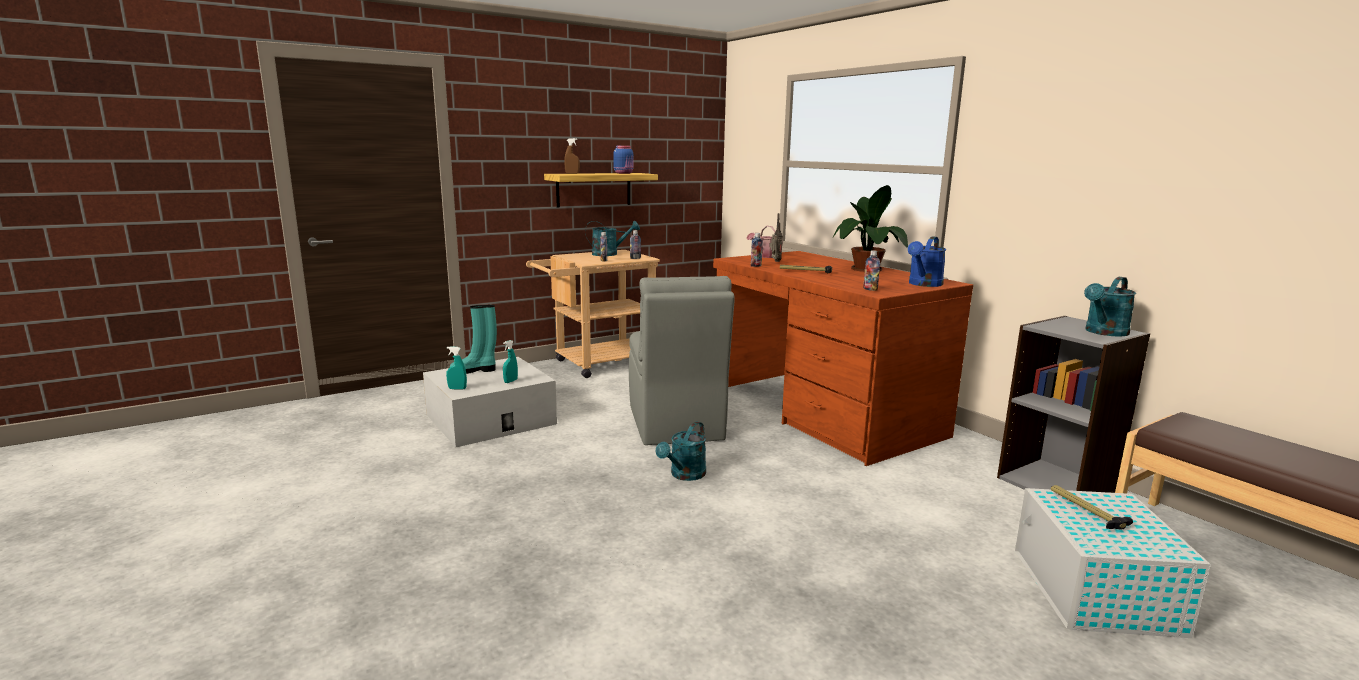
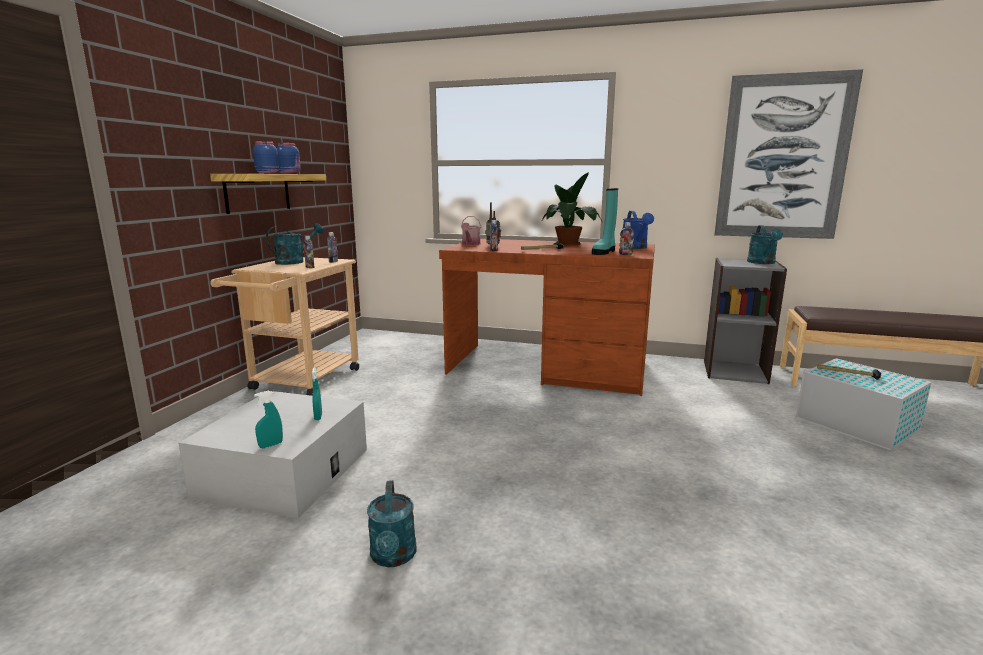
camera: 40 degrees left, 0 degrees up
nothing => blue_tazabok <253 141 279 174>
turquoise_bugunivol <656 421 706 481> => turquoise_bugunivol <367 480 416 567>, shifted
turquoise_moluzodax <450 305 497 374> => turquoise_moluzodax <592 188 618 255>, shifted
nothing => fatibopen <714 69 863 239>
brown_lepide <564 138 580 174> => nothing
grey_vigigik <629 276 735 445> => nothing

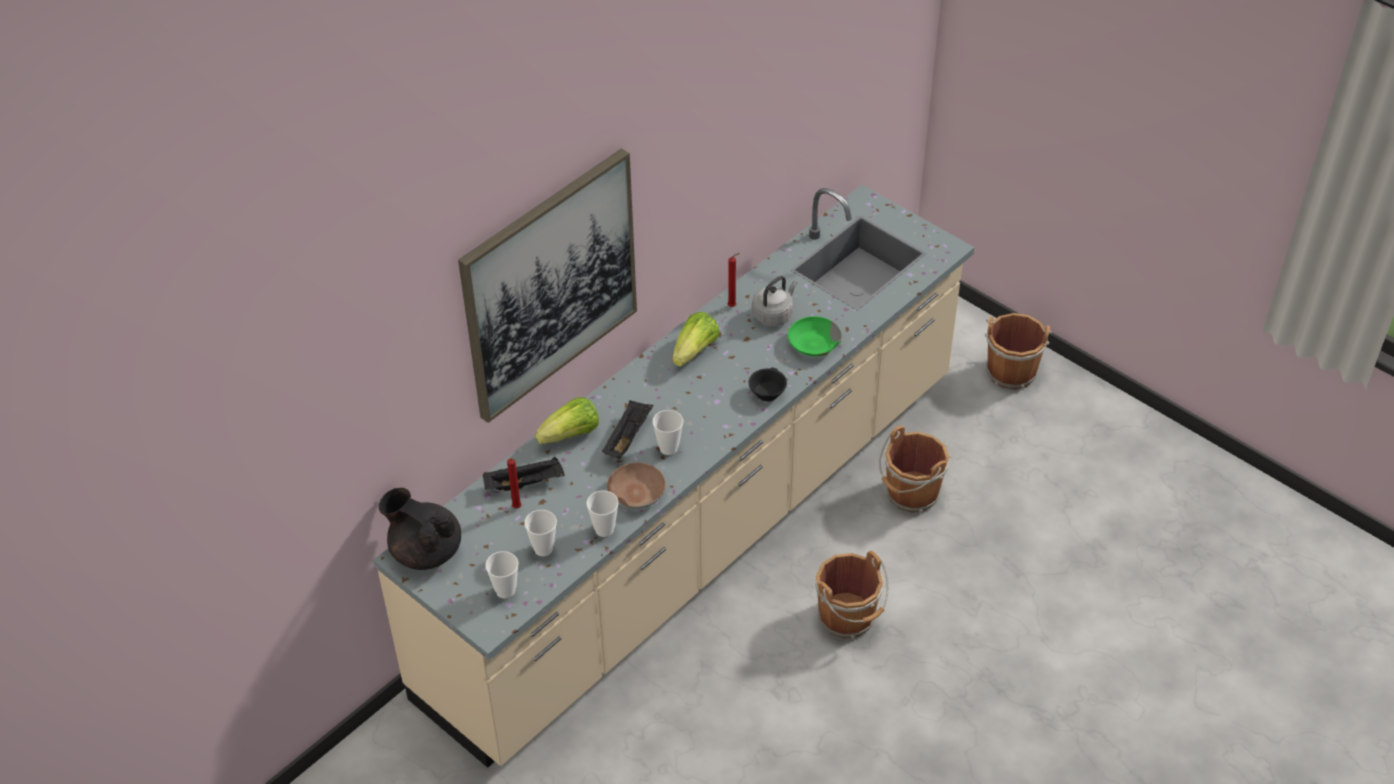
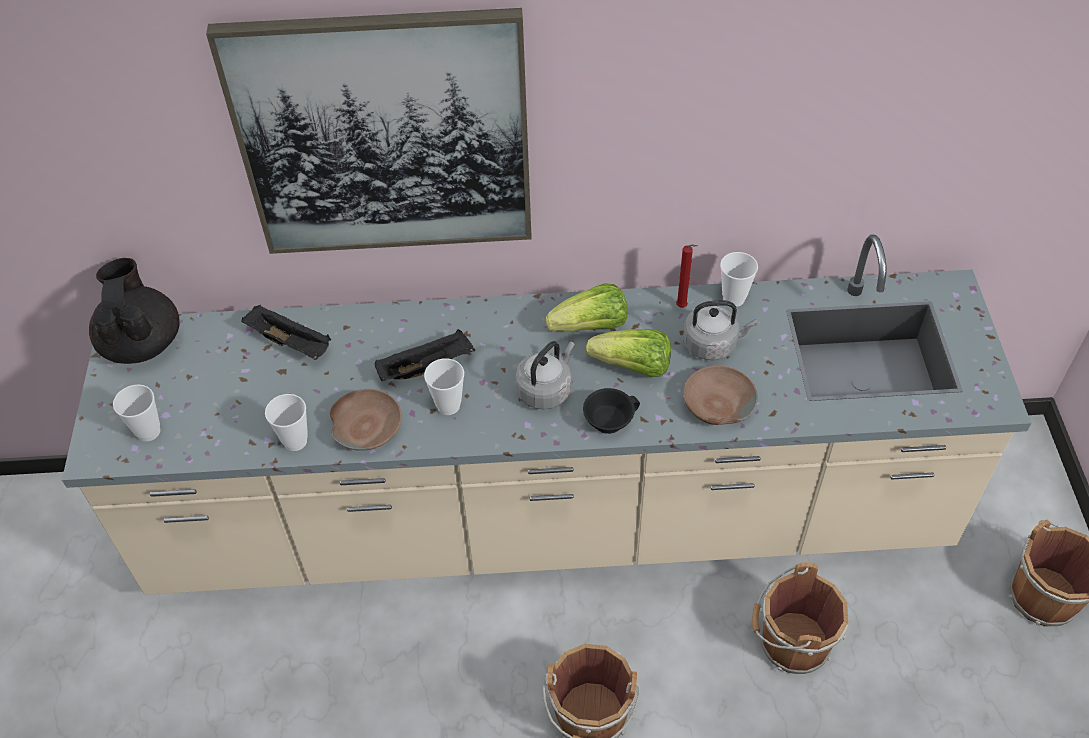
camera: 45 degrees right, 5 degrees up
nothing => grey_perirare <515 341 575 410>
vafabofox <535 397 599 444> => vafabofox <586 329 671 377>, shifted
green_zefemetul <788 316 842 357> => brown_zefemetul <683 366 758 425>
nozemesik <524 510 557 556> => nozemesik <720 252 758 307>, shifted
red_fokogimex <507 458 522 509> => nothing

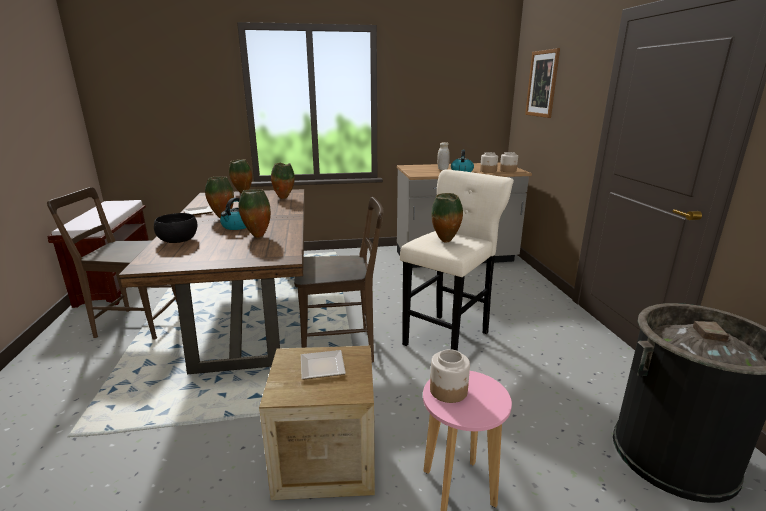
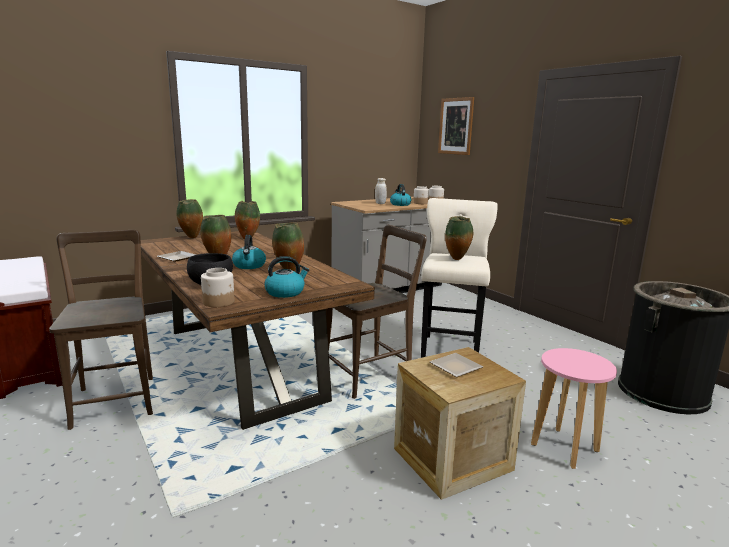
camera: 25 degrees left, 5 degrees down
brown_vigigik <47 187 177 340> => brown_vigigik <49 230 153 430>, 90 degrees clockwise
tazabok <430 349 470 403> => tazabok <201 268 234 307>, shifted
nothing => perirare <265 256 309 298>

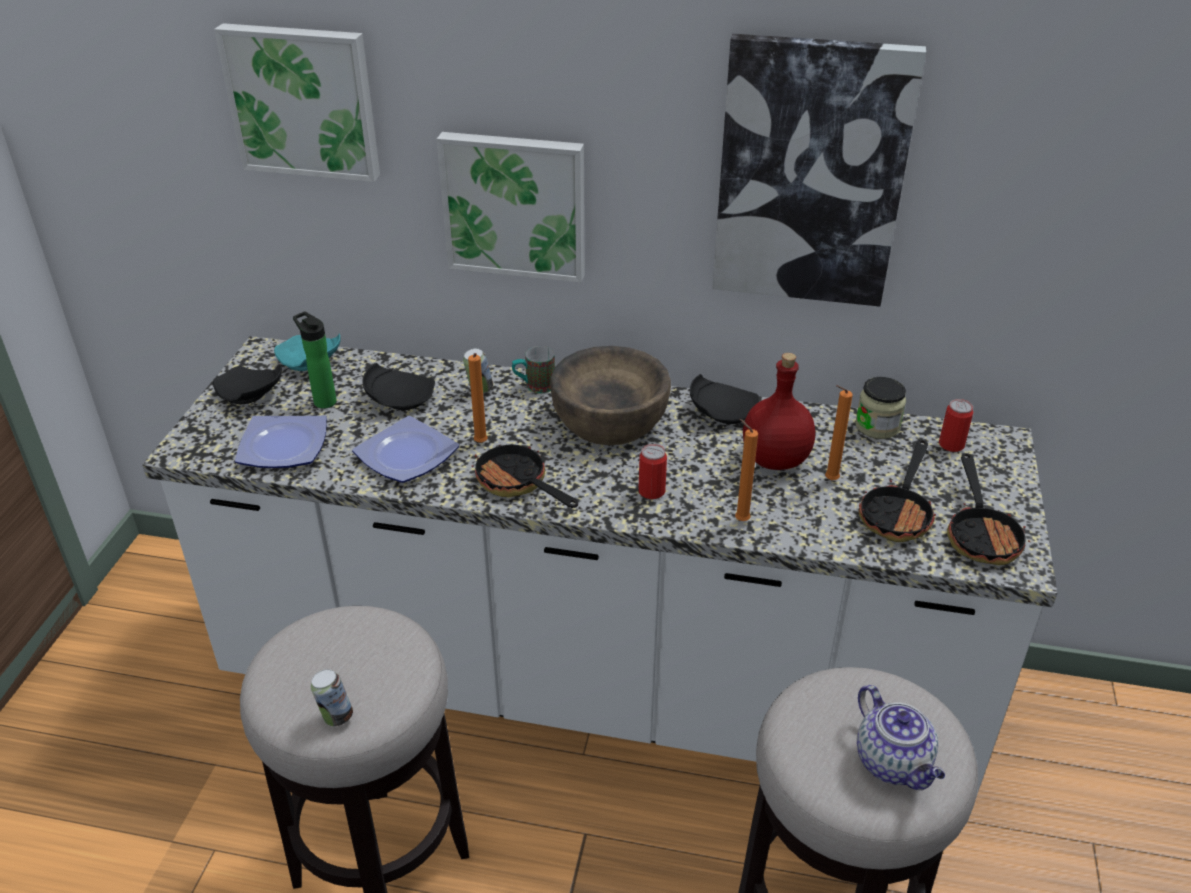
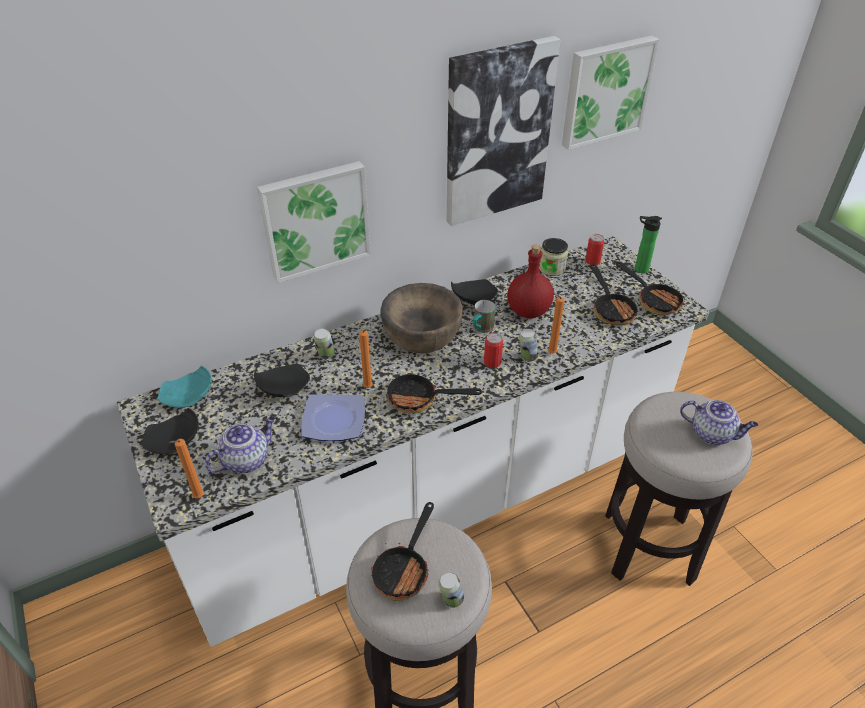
camera: 40 degrees left, 5 degrees up
orange_fokogimex <825 385 853 480> => orange_fokogimex <169 439 204 499>, shifted
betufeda <235 415 327 468> => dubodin <205 416 275 474>
nothing => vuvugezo <371 502 434 601>
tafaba <512 346 555 394> => tafaba <473 300 495 333>, shifted
nothing => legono <519 329 538 362>
fatibopen <214 23 380 182> => fatibopen <562 36 659 150>, shifted
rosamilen <293 311 337 409> => rosamilen <635 216 662 274>, shifted

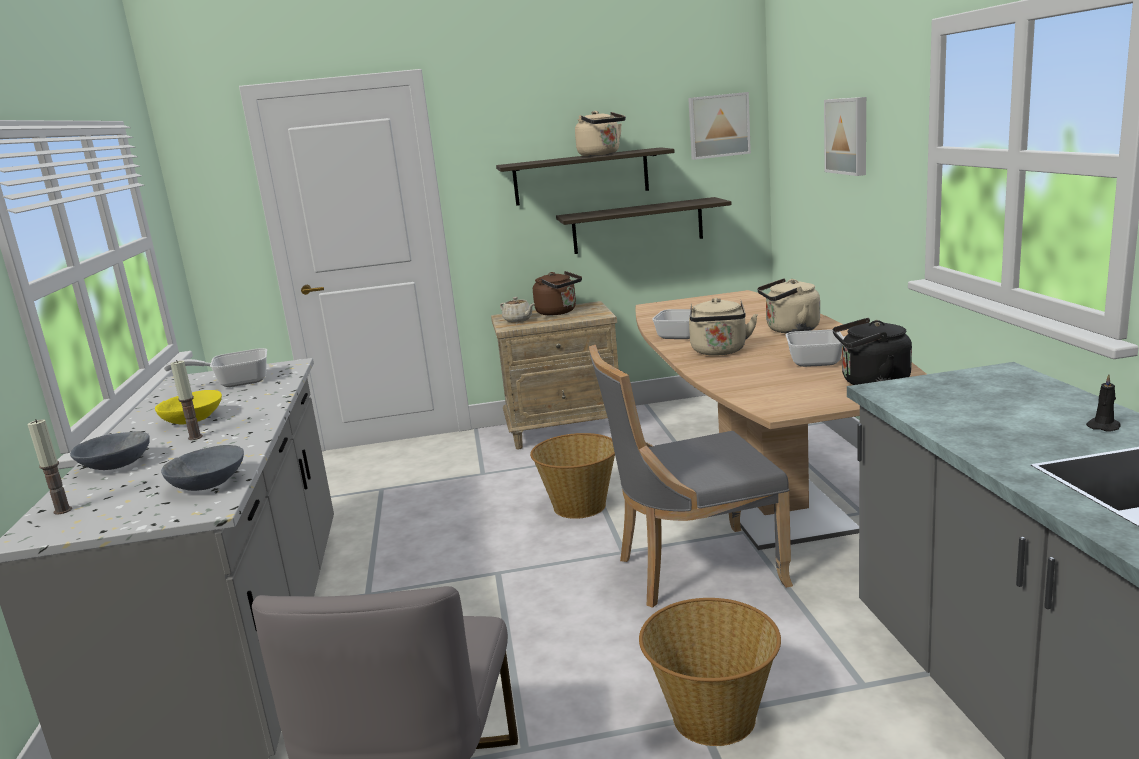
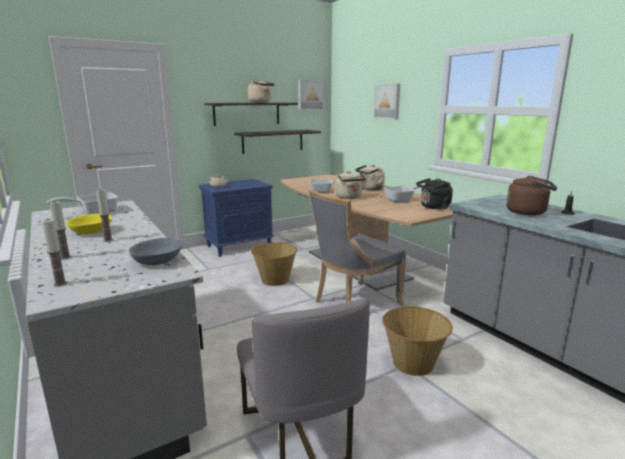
camera: 25 degrees left, 0 degrees up
grey_zefemetul <70 431 150 470> => fokogimex <50 201 71 260>
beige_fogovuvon <491 301 619 449> => blue_fogovuvon <199 179 274 256>
brown_perirare <533 271 582 315> => brown_perirare <506 176 557 215>, shifted

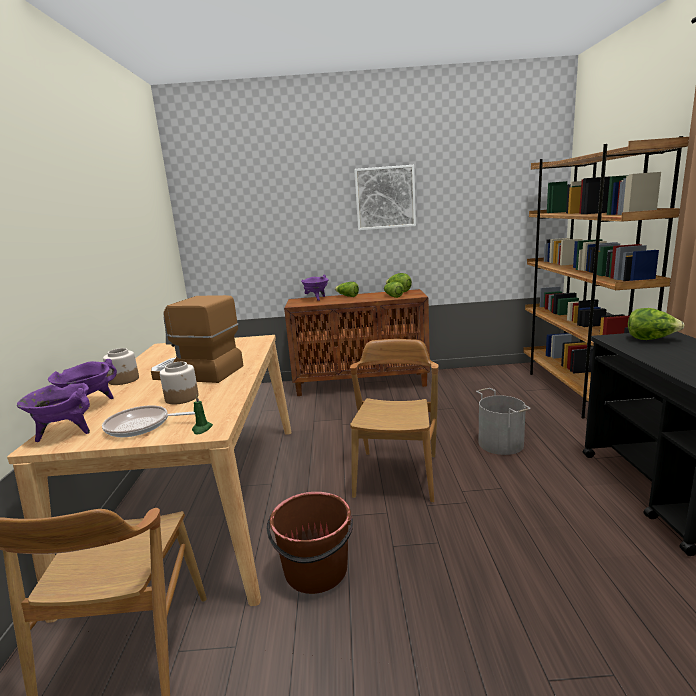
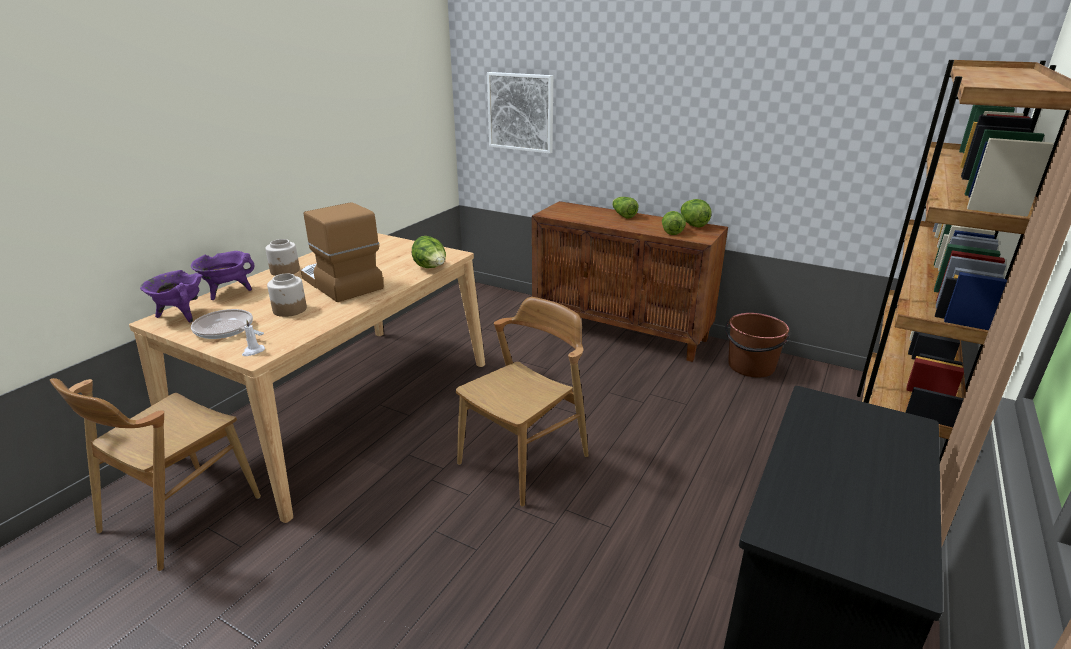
camera: 30 degrees right, 10 degrees up
green_fokogimex <192 395 213 434> => white_fokogimex <242 320 265 356>
vafabofox <628 308 685 340> => vafabofox <412 236 446 268>, shifted
fatibopen <354 165 416 230> => fatibopen <487 72 553 154>, shifted
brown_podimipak <267 492 353 594> => brown_podimipak <726 313 789 377>, shifted
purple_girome <301 275 329 301> => nothing
grey_podimipak <476 388 531 455> => nothing

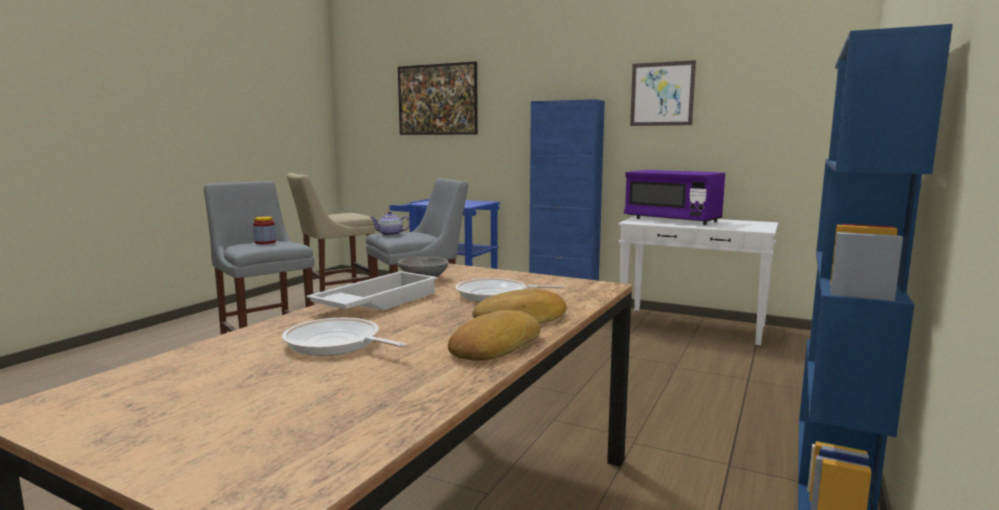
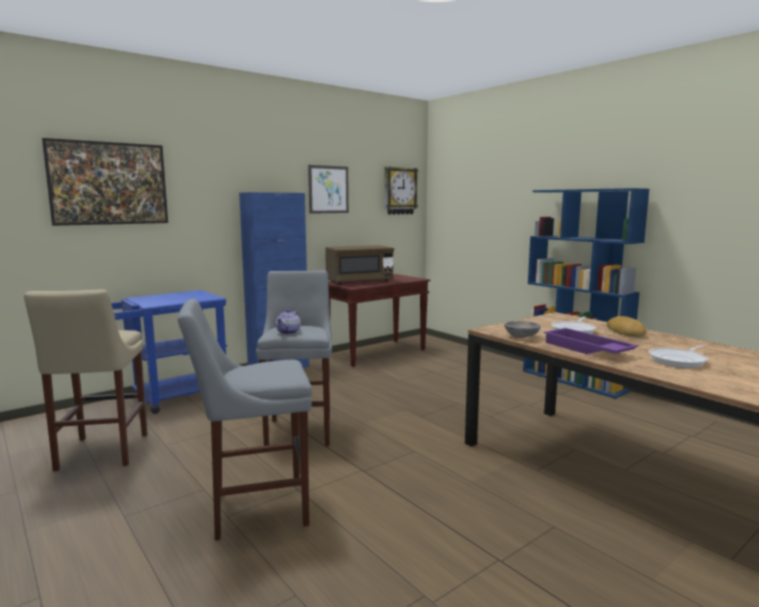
camera: 65 degrees left, 0 degrees up
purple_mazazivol <624 170 725 225> => brown_mazazivol <325 245 394 285>
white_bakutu <618 215 778 346> => brown_bakutu <328 274 430 367>
nothing => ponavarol <384 167 419 215>
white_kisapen <306 271 438 310> => purple_kisapen <544 328 638 354>
tazabok <253 216 276 244> => nothing
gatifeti <448 310 541 361> => nothing

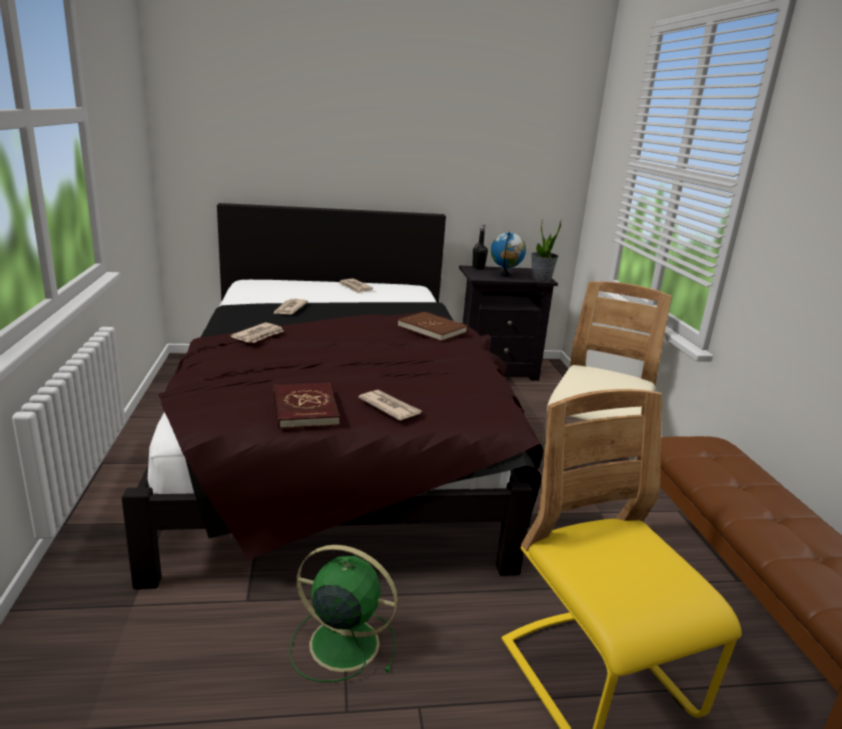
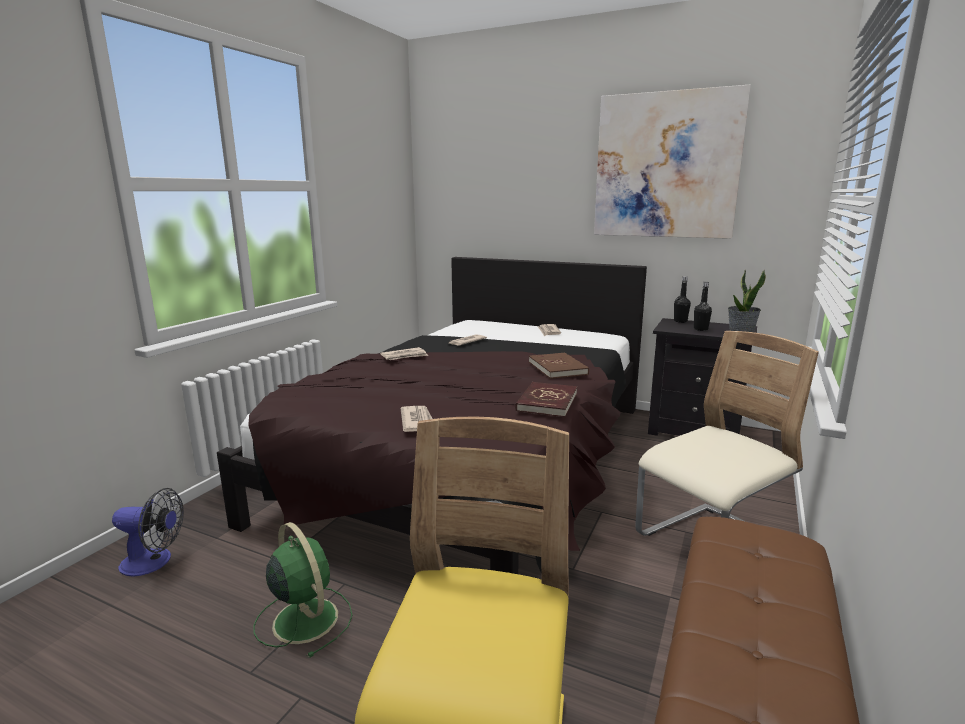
camera: 35 degrees right, 5 degrees down
nothing => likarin <112 488 184 577>
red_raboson <273 383 340 429> => red_raboson <515 382 577 417>, shifted
nothing => fatibopen <594 85 751 239>
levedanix <491 232 526 277> => black_rosamilen <694 282 712 331>

